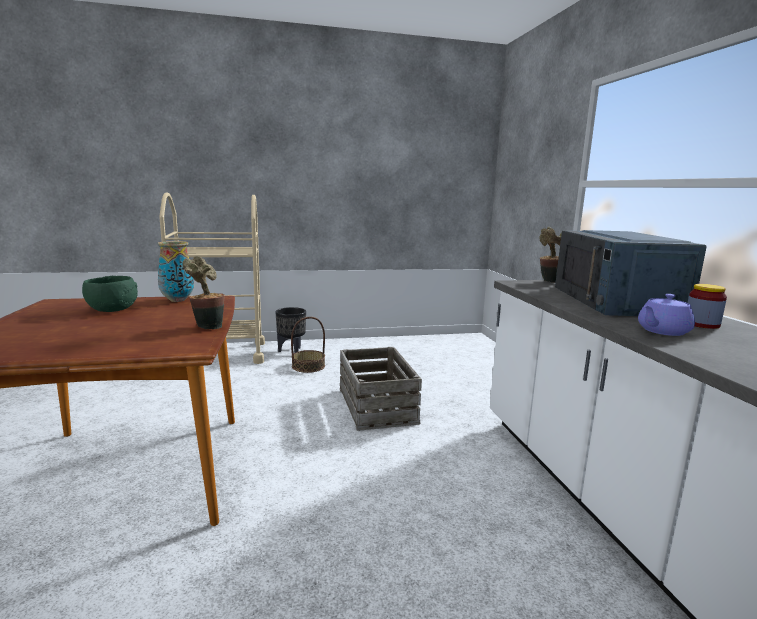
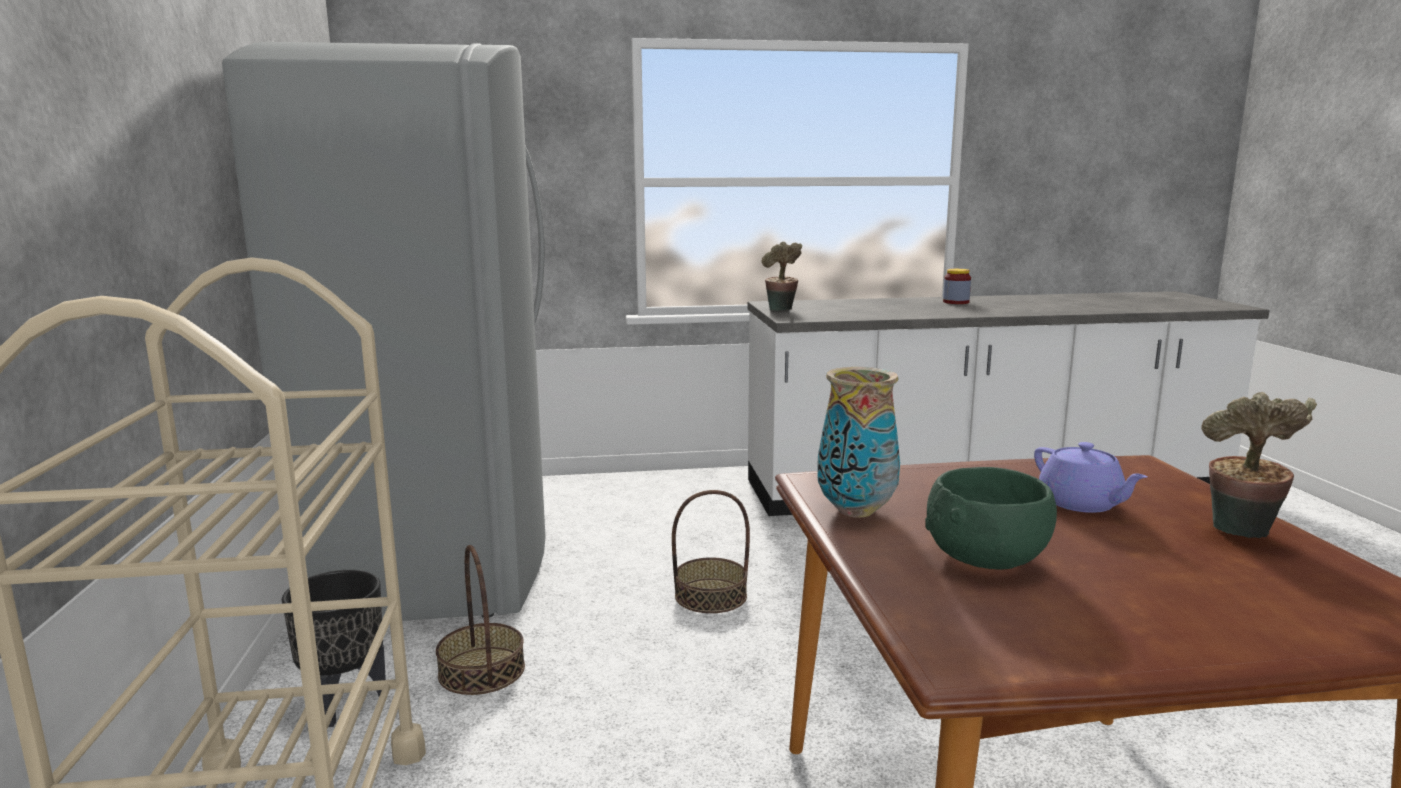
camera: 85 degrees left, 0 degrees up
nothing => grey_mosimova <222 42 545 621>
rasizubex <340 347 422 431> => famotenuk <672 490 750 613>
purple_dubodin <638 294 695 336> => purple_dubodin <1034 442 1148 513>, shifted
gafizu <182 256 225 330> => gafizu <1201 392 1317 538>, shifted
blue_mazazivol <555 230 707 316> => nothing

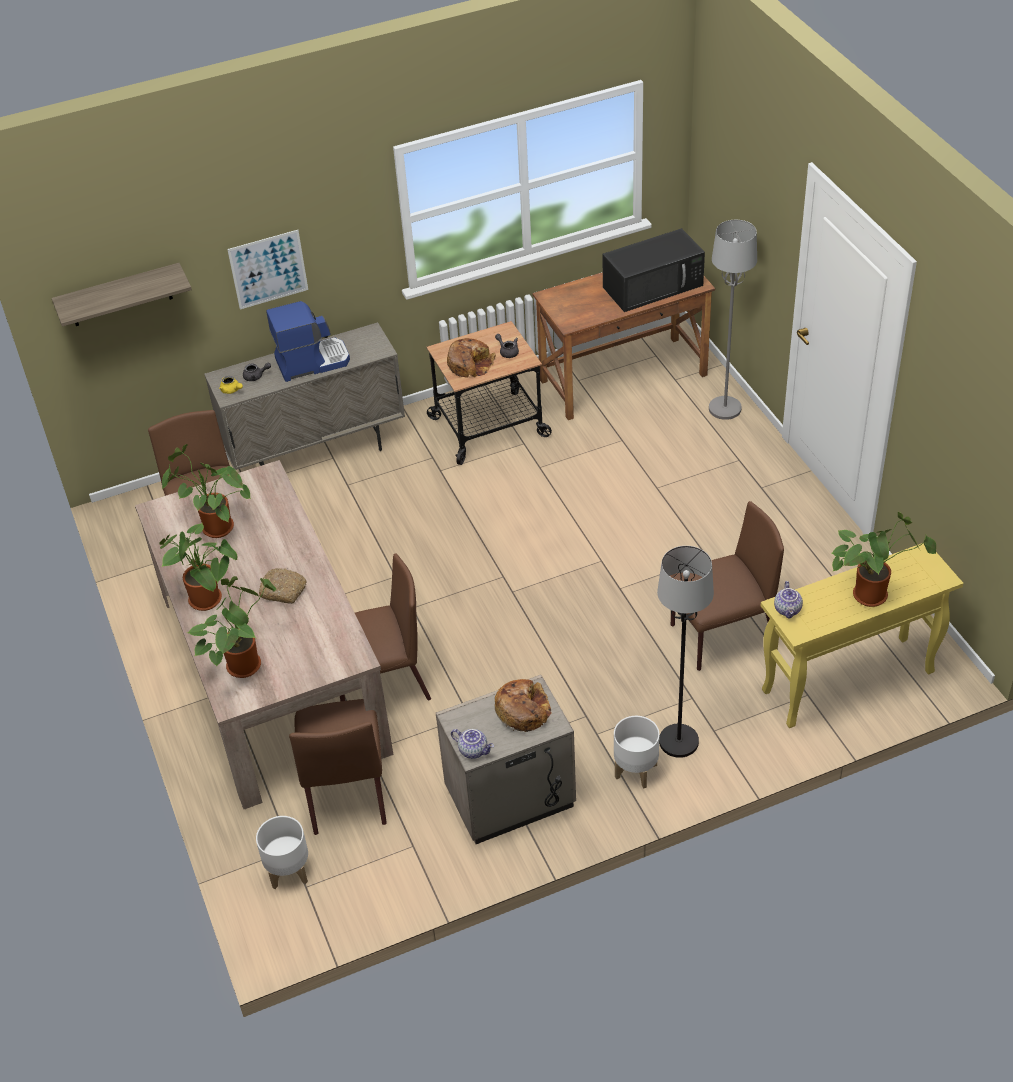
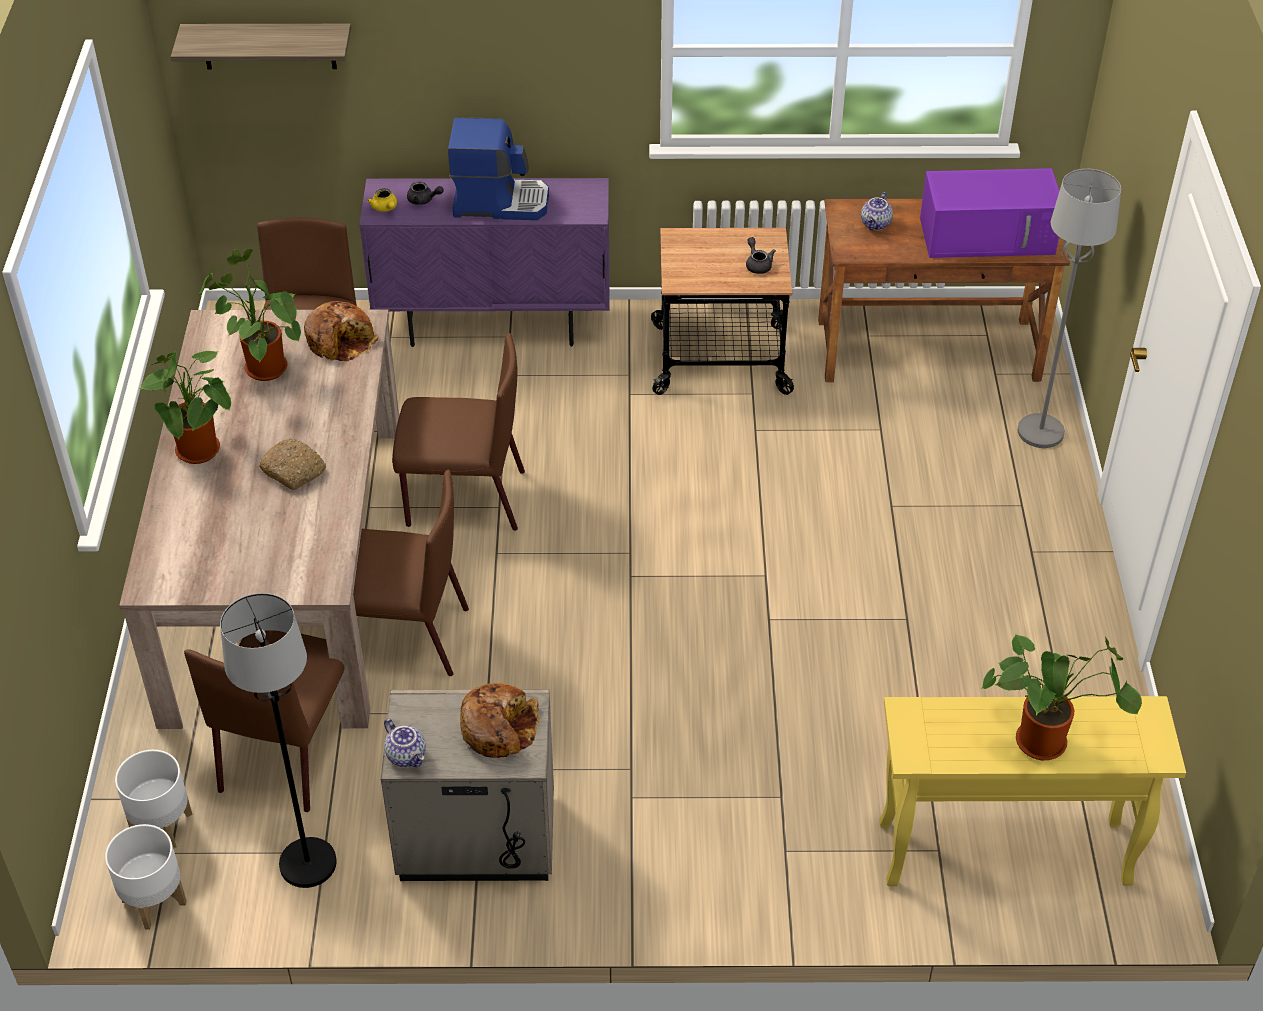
camera: 20 degrees right, 0 degrees up
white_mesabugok <614 716 660 789> => white_mesabugok <105 824 187 930>, shifted
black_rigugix <657 546 714 758> => black_rigugix <220 593 337 888>, shifted
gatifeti <447 338 496 378> => gatifeti <304 301 379 362>, shifted
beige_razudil <204 322 405 470> => purple_razudil <359 178 610 347>
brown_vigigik <670 501 784 671> => brown_vigigik <392 333 525 531>, shifted
dubodin <774 581 803 619> => dubodin <861 192 893 230>, shifted
black_mazazivol <603 228 705 312> => purple_mazazivol <920 168 1059 258>
gafizu <186 576 277 678> => nothing
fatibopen <227 230 308 309> => nothing

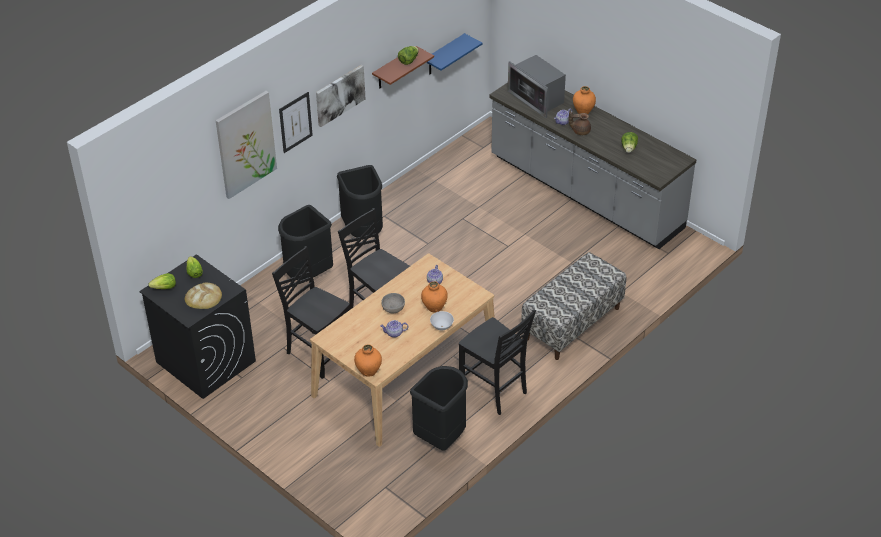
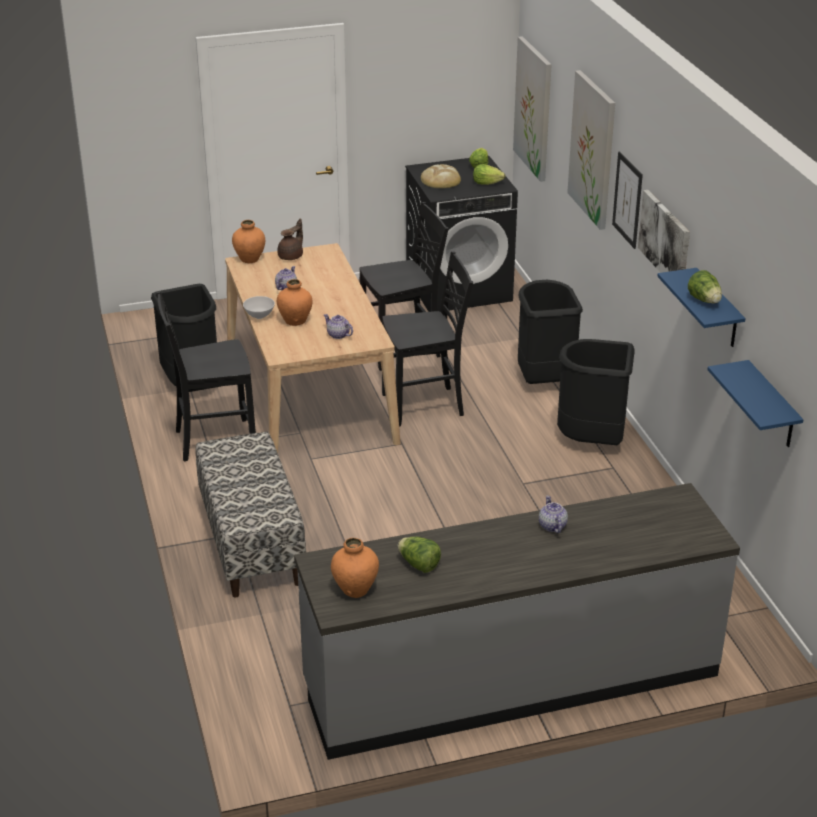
camera: 120 degrees right, 10 degrees down
brown_dubodin <569 111 591 135> => brown_dubodin <277 219 303 260>, shifted
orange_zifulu <573 86 596 114> => orange_zifulu <331 538 379 598>, shifted
nothing => fatibopen <513 36 552 182>
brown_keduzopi <372 46 434 88> => blue_keduzopi <657 268 746 347>
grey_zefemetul <381 293 405 313> => nothing
mazazivol <508 55 566 118> => nothing

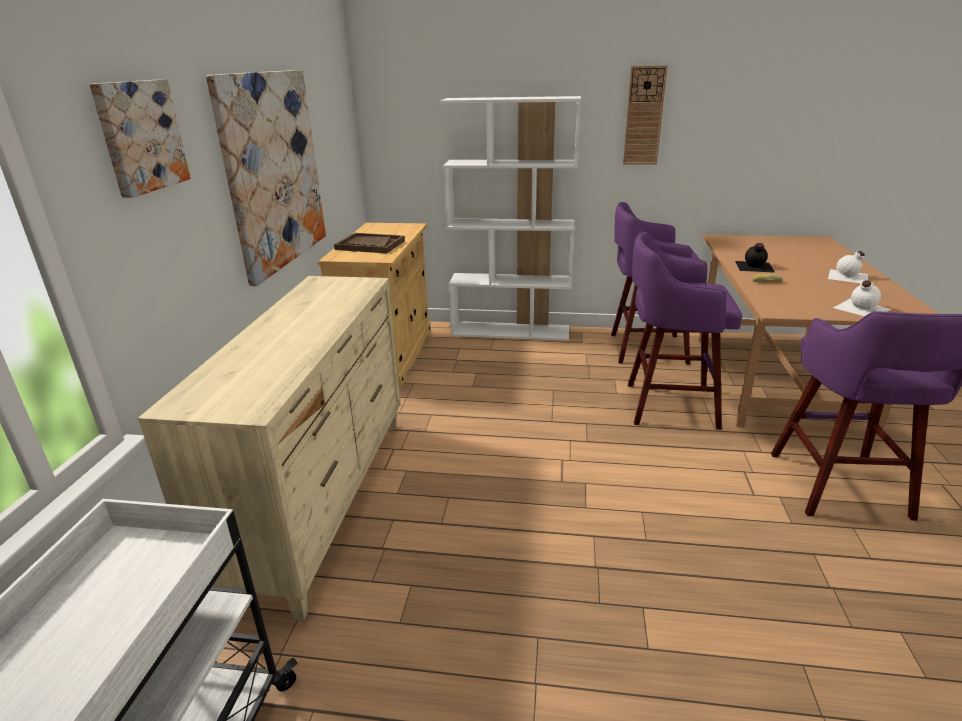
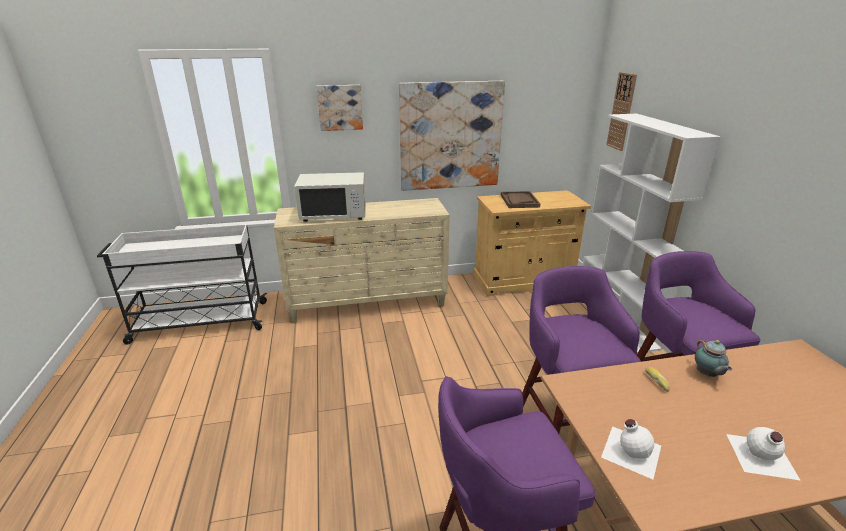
camera: 70 degrees right, 0 degrees up
nothing => white_mazazivol <294 172 366 222>
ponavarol <623 65 668 164> => ponavarol <606 72 637 151>, shifted
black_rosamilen <735 243 775 273> => dubodin <695 338 732 377>

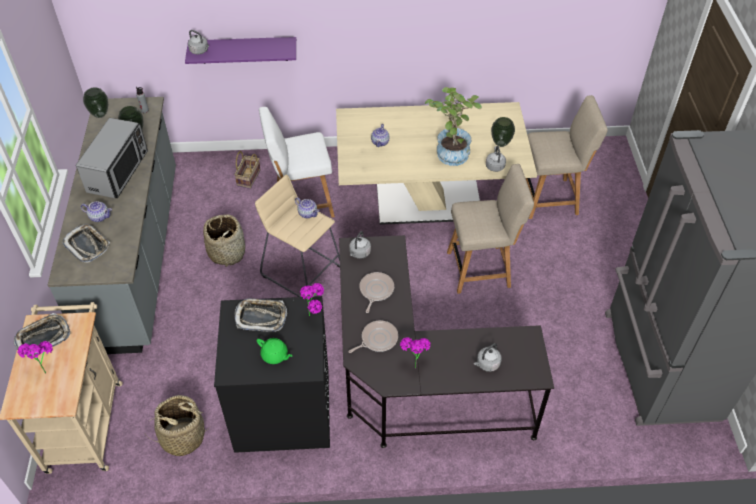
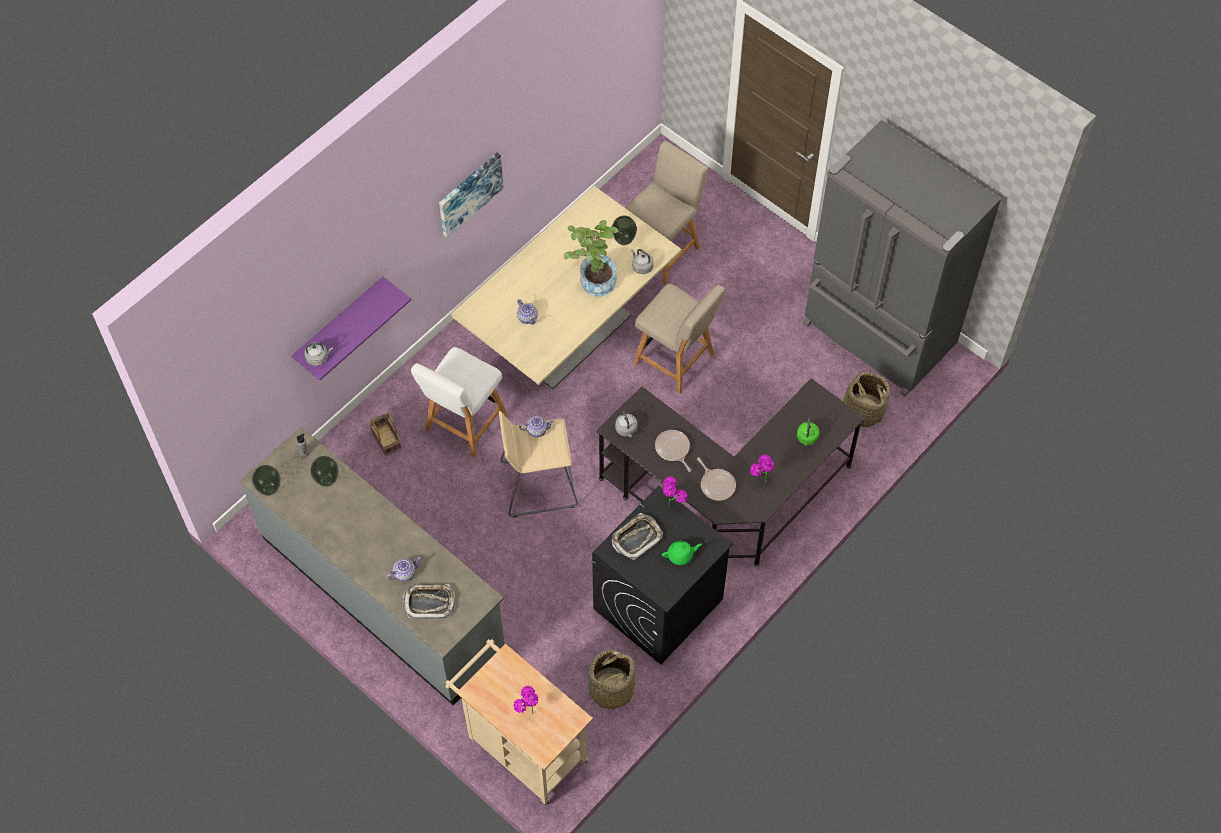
camera: 45 degrees left, 10 degrees up
nothing => fatibopen <439 153 503 237>
beige_vigigik <447 164 534 294> => beige_vigigik <633 283 725 394>, 90 degrees clockwise
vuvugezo <348 320 398 353> => vuvugezo <697 457 736 501>, 135 degrees clockwise
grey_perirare <474 343 502 372> => green_perirare <797 418 820 446>
famotenuk <203 214 245 267> => famotenuk <840 372 890 427>, shifted
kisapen <14 313 70 356> => nothing
mazazivol <76 118 148 198> => nothing

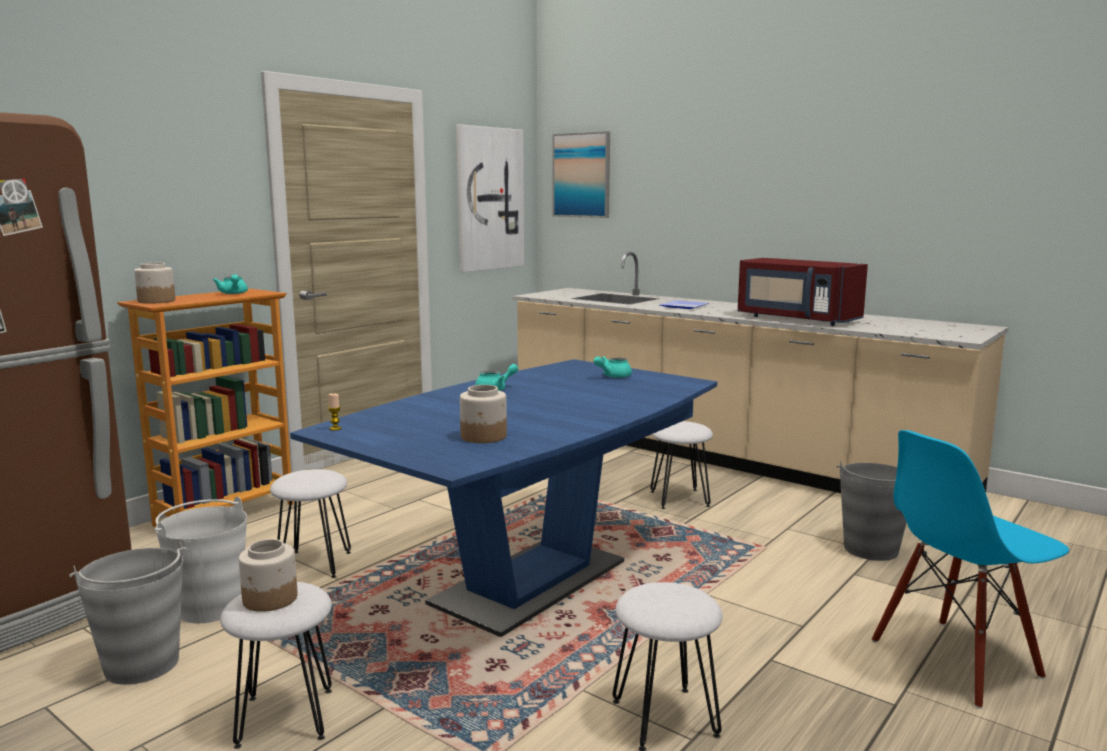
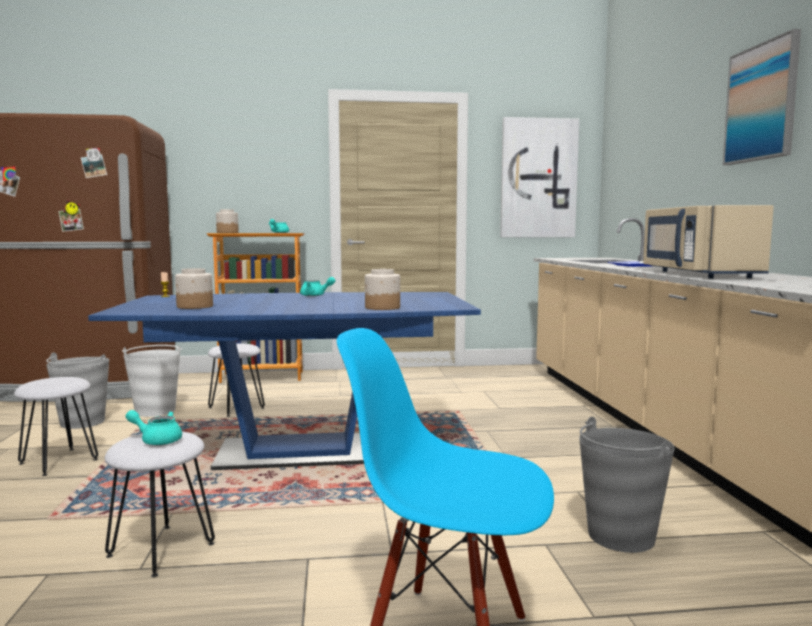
camera: 45 degrees right, 5 degrees down
turquoise_dubodin <593 356 632 378> => turquoise_dubodin <126 410 182 445>, shifted
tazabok <239 539 298 612> => tazabok <365 269 400 310>, shifted
red_mazazivol <737 258 868 326> => beige_mazazivol <643 205 774 278>
fatibopen <553 131 610 218> => fatibopen <723 29 801 165>, shifted
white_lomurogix <650 421 713 509> => nothing

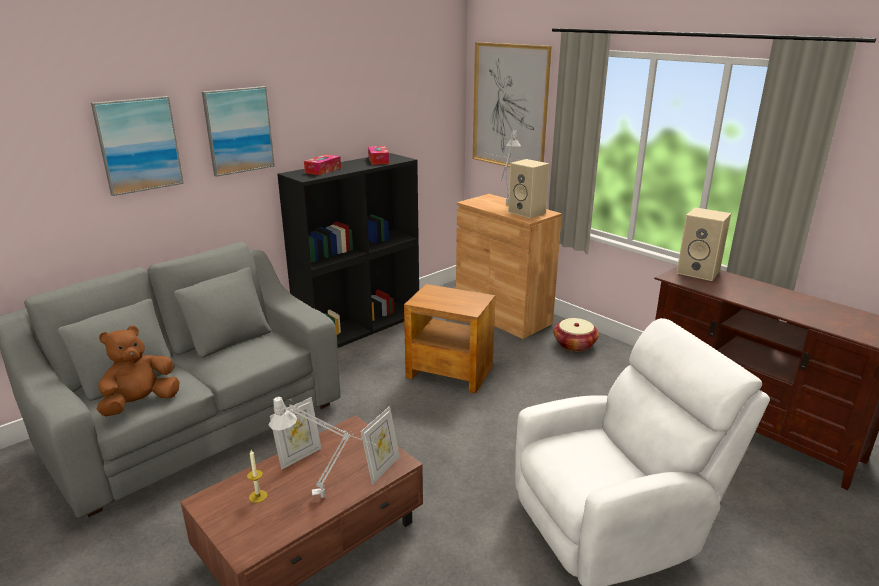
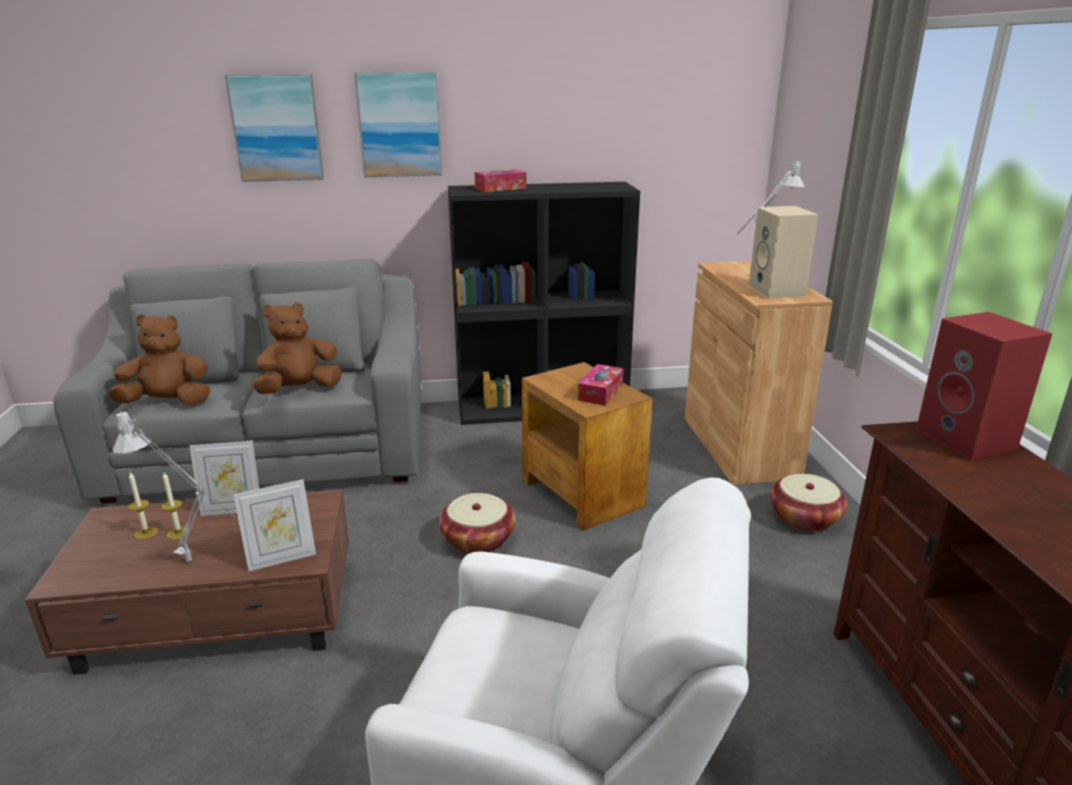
camera: 35 degrees right, 0 degrees up
nothing => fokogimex <162 472 189 540>
nothing => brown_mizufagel <252 302 342 394>
nothing => famotenuk <439 493 516 554>
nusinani <368 146 389 165> => nusinani <578 364 624 406>, shifted
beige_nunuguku <677 207 731 281> => red_nunuguku <916 312 1052 460>
fatibopen <473 42 552 167> => nothing

